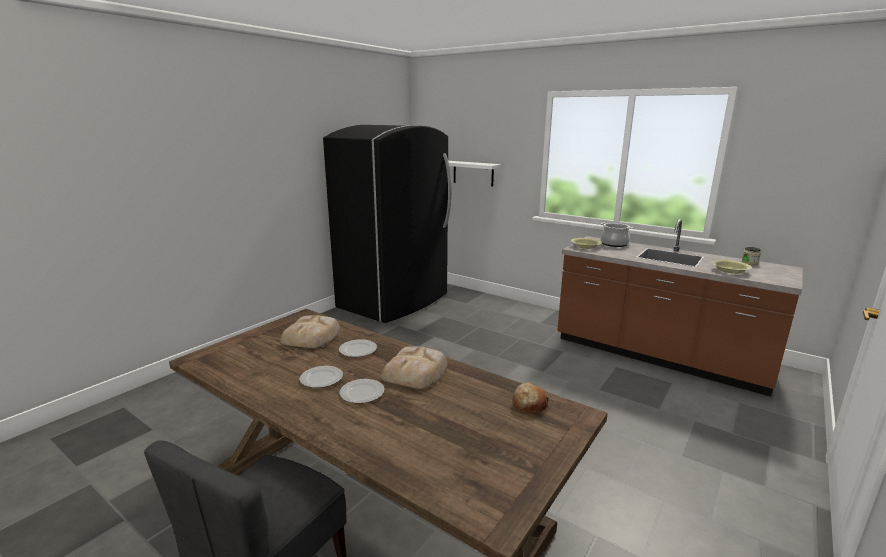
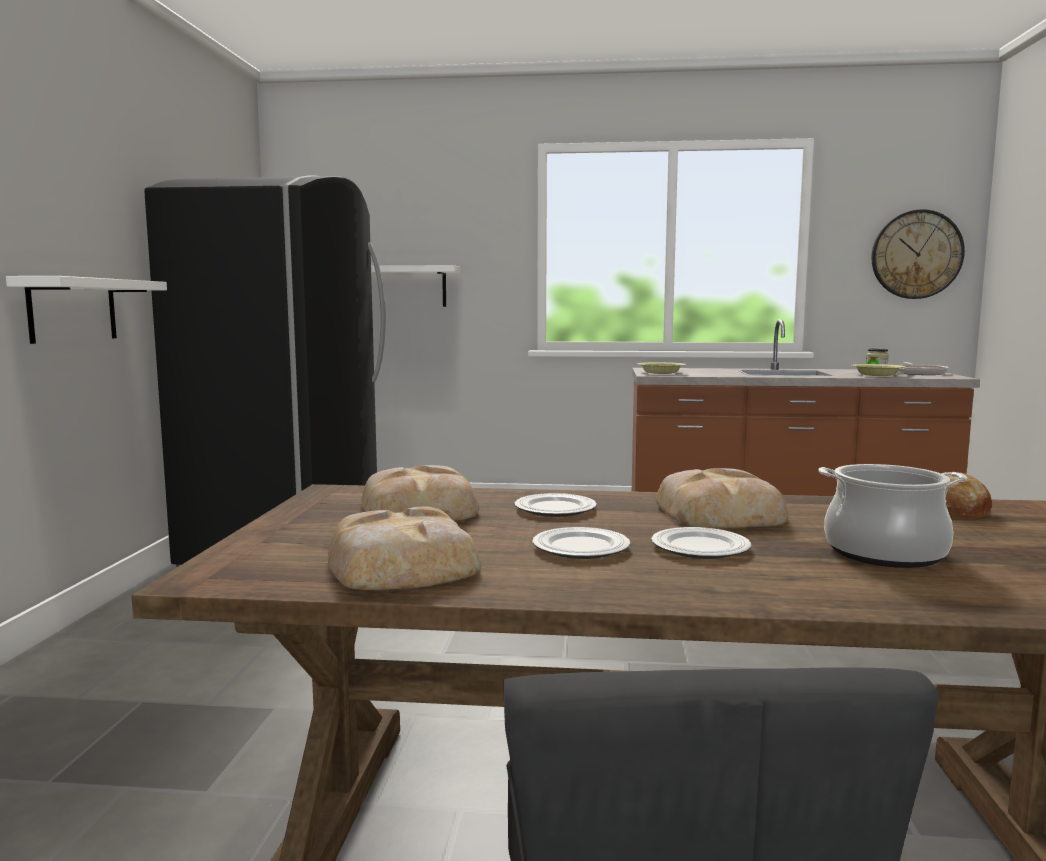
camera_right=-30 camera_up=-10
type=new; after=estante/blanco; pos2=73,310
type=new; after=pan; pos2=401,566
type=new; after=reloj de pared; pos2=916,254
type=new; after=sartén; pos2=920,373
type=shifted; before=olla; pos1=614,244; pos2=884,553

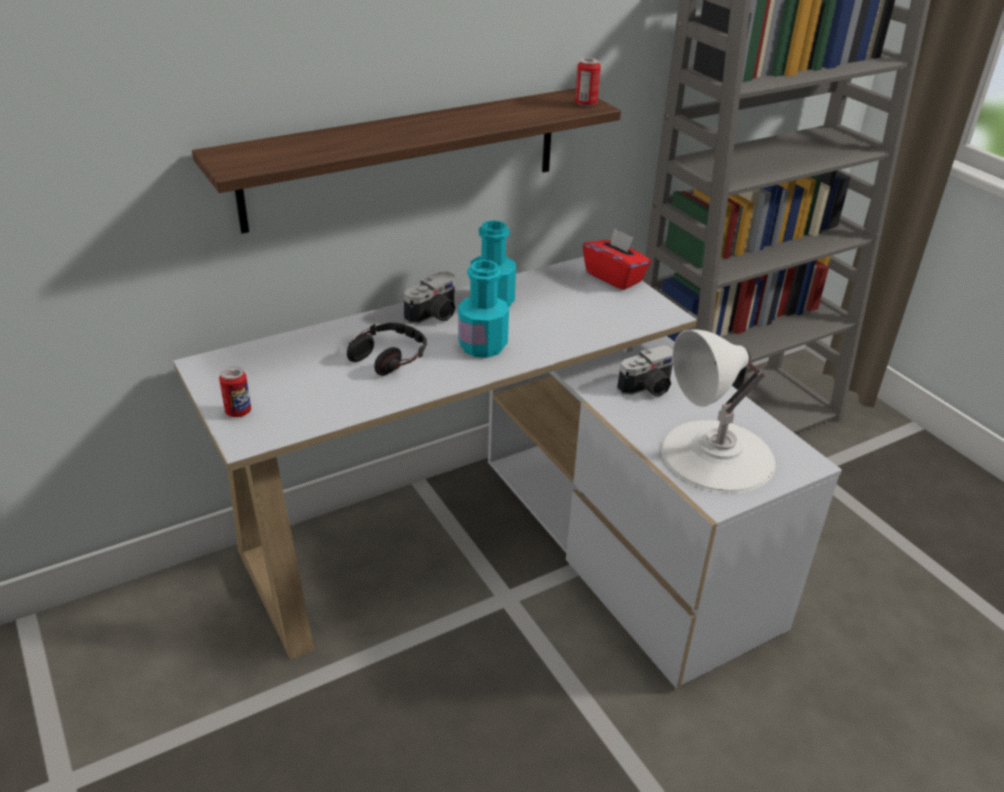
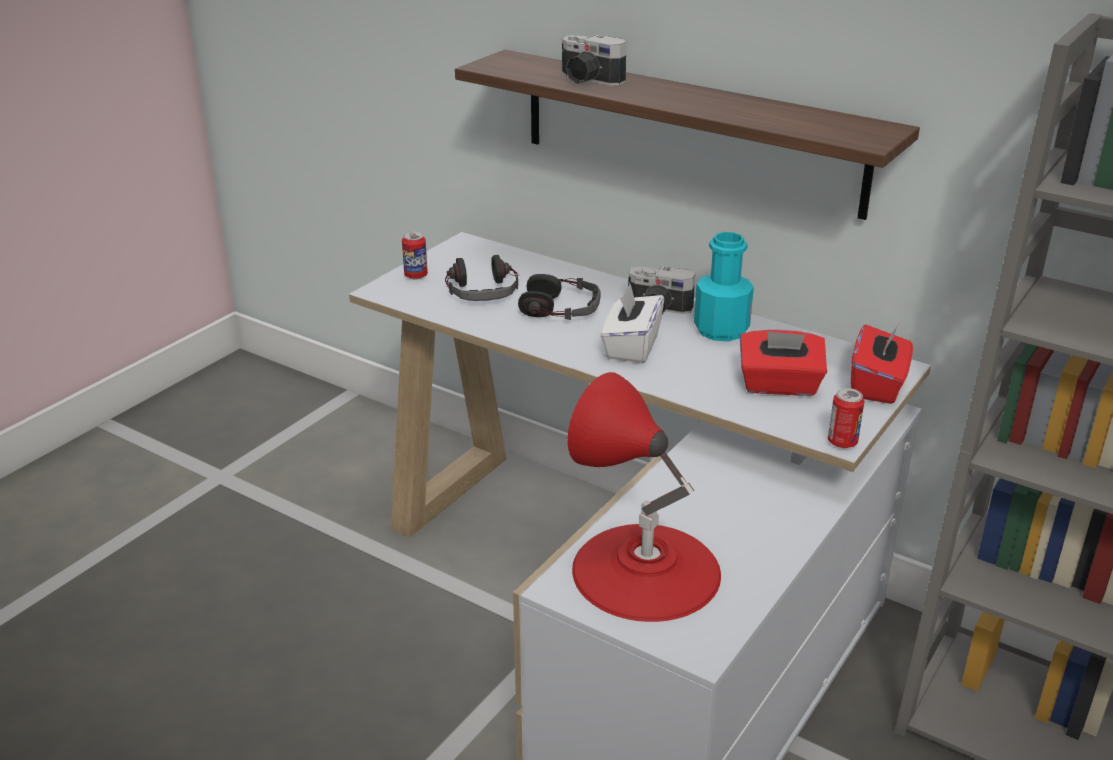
camera_right=65 camera_up=-5
type=new; after=auriculares; pos2=483,290
type=new; after=caja de pañuelos/rojo; pos2=779,385
type=shifted; before=lata; pos1=585,104; pos2=842,442
type=shifted; before=cámara; pos1=648,388; pos2=588,80
type=swapped; before=botella/turquesa; after=caja de pañuelos/blanco; pos1=482,346; pos2=631,347
type=repainted; before=lámpara de mesa/blanco; after=lámpara de mesa/rojo; pos1=717,455; pos2=645,571

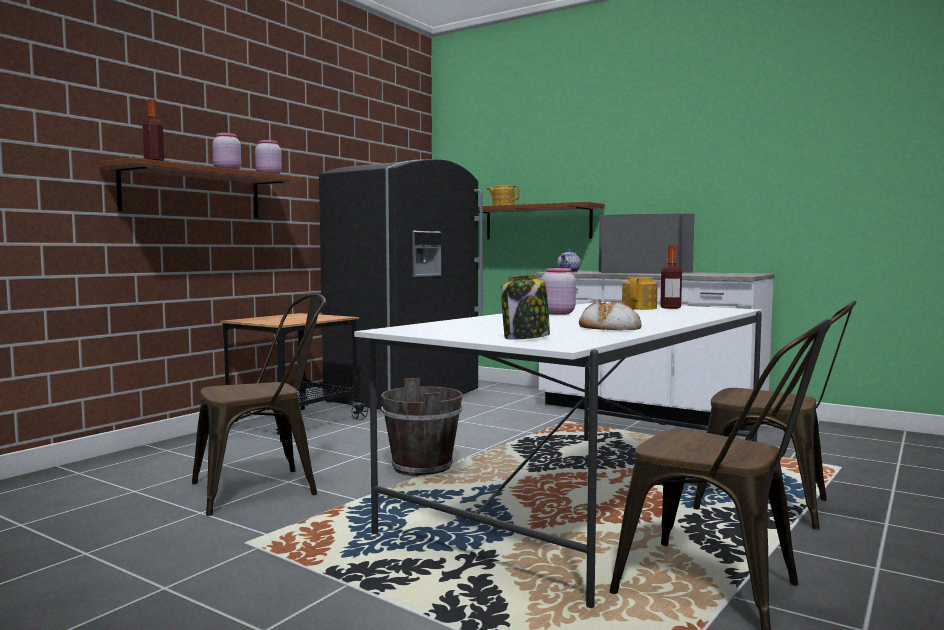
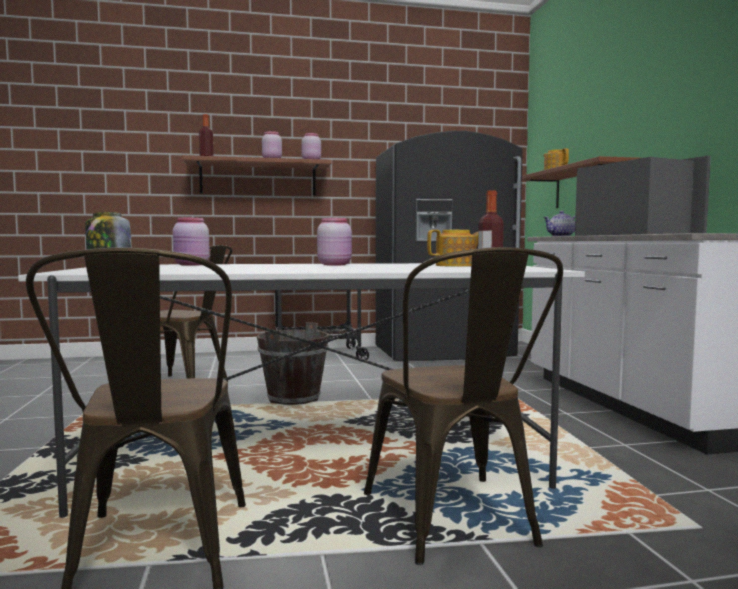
camera_right=45 camera_up=0
type=gone; before=pan; pos1=609,327
type=new; after=tarro/rosa; pos2=191,265

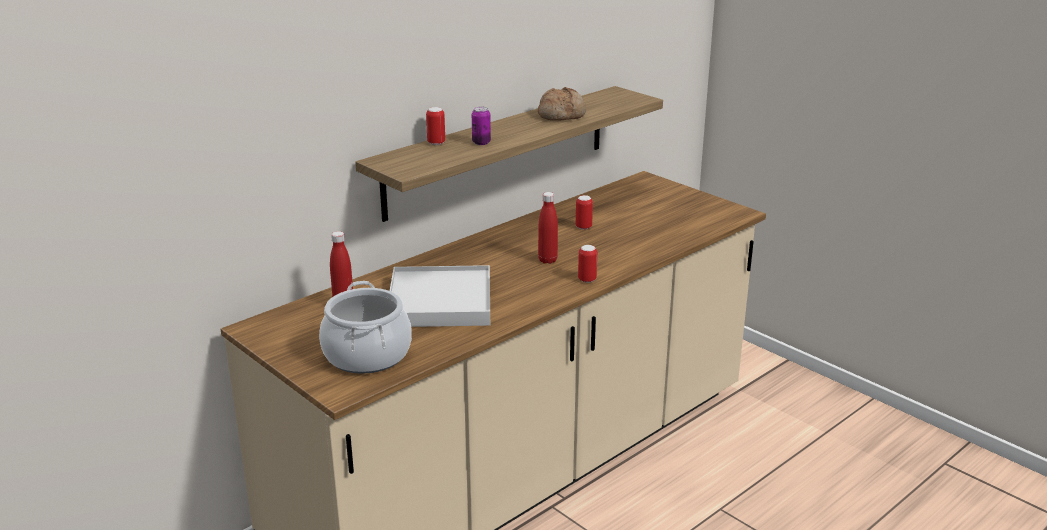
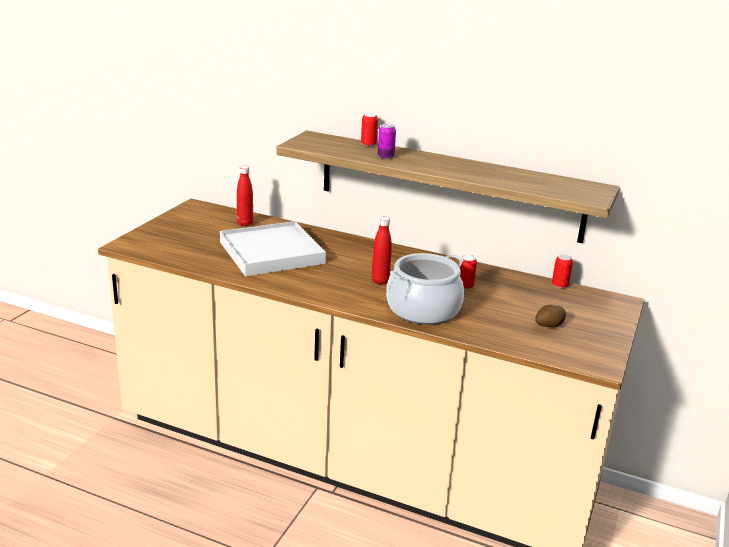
camera_right=65 camera_up=0
type=gone; before=pan; pos1=561,115
type=new; after=patata; pos2=548,326
type=shifted; before=olla; pos1=367,355; pos2=423,309
type=shifted; before=lata; pos1=587,280; pos2=559,286

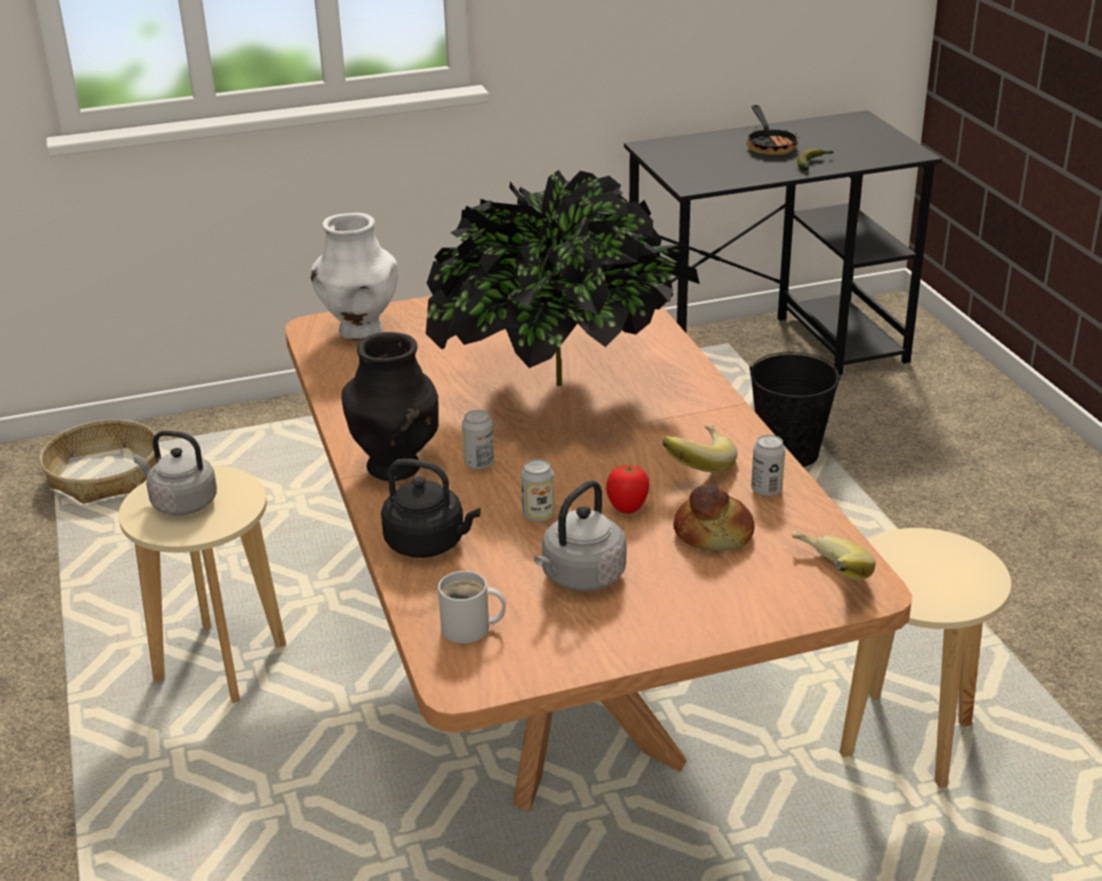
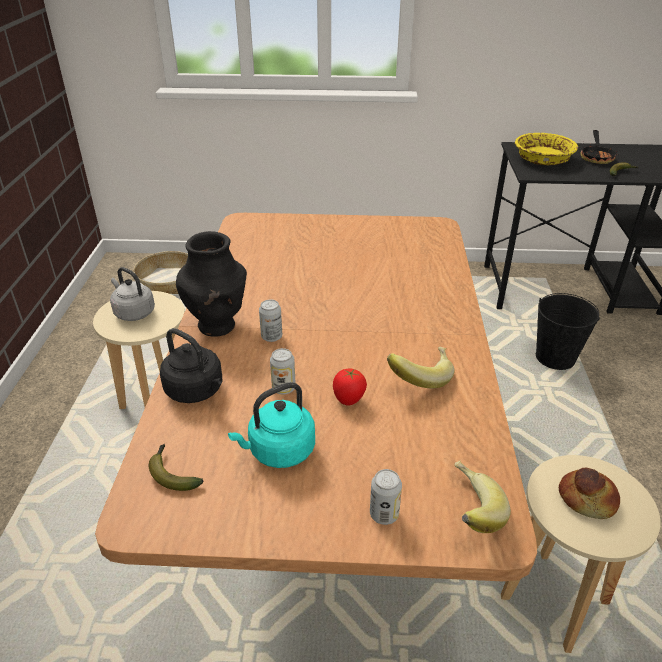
camera_right=20 camera_up=5
type=gone; before=florero/blanco; pos1=360,330
type=gone; before=planta en maceta; pos1=561,388
type=new; after=cuenco/amarillo; pos2=543,159
type=shifted; before=pan; pos1=714,533; pos2=587,498
type=shifted; before=lata; pos1=766,490; pos2=384,514
type=swapped; before=taza grande/blanco; after=plátano; pos1=470,629; pos2=172,473
type=repainted; before=hervidor/gris; after=hervidor/turquesa; pos1=580,578; pos2=278,451

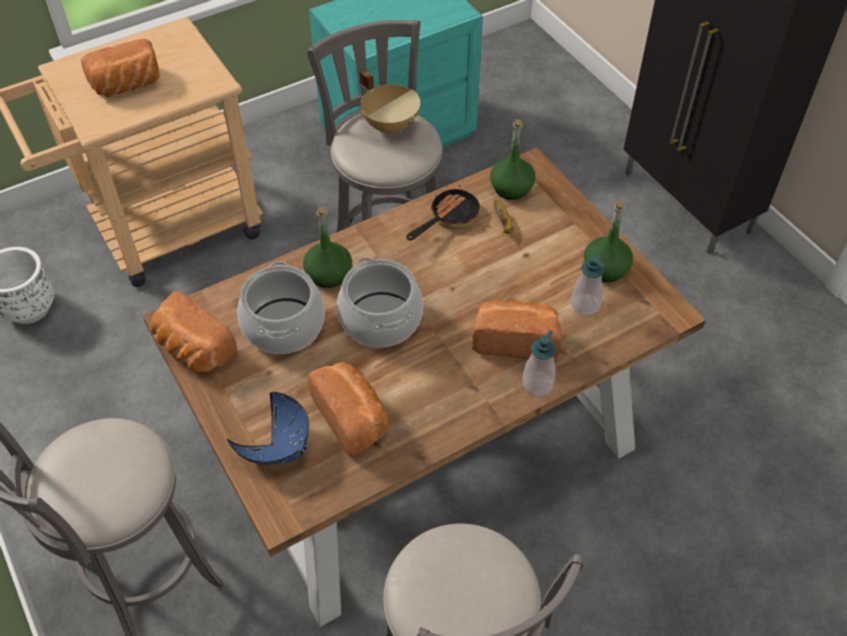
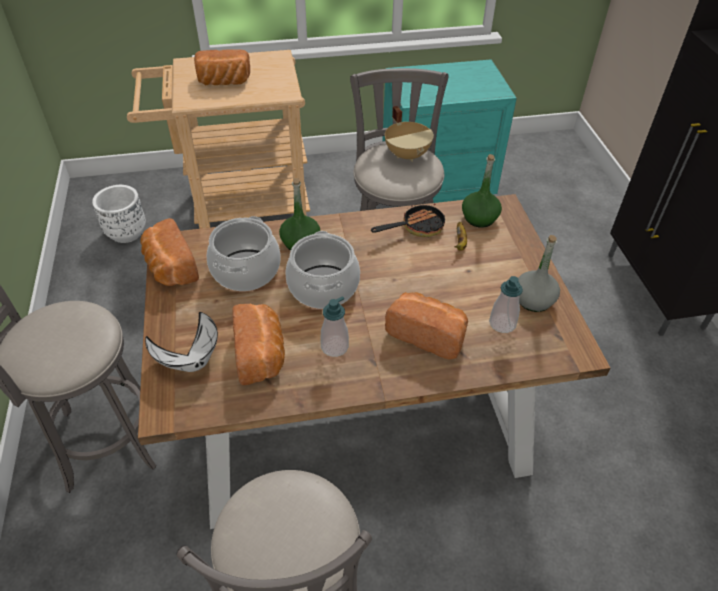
camera_right=20 camera_up=-5
type=shifted; before=dispensador de jabón; pos1=537,384; pos2=334,346
type=repainted; before=cuenco/azul; after=cuenco/blanco; pos1=279,448; pos2=191,360
type=repainted; before=botella/verde; after=botella/gris; pos1=606,269; pos2=534,300

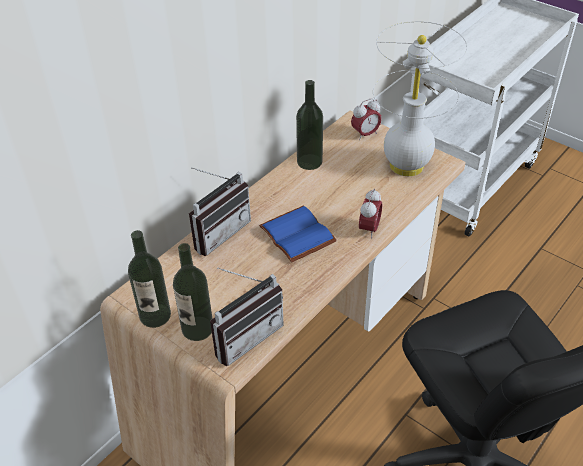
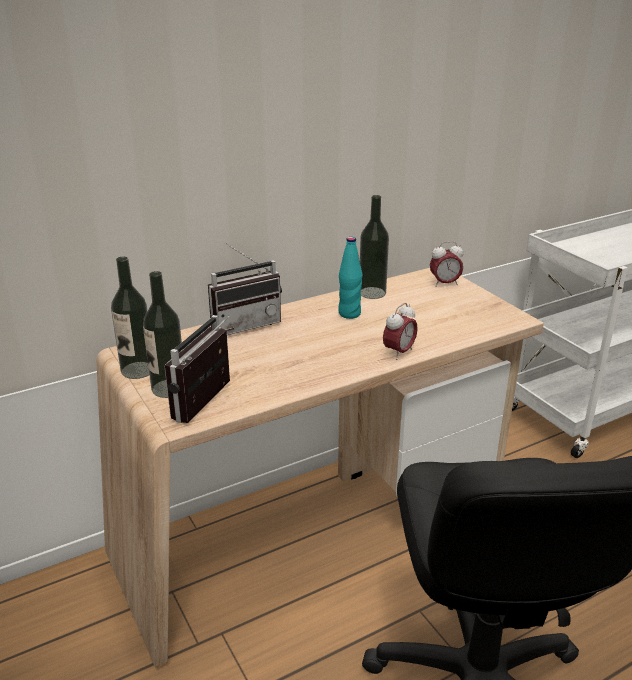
camera_right=20 camera_up=-15
type=gone; before=libro/azul; pos1=299,235
type=gone; before=lámpara de mesa/blanco; pos1=407,165
type=new; after=botella/turquesa; pos2=349,314
type=rotated; before=radio; pos1=244,335; pos2=210,404; turn=135

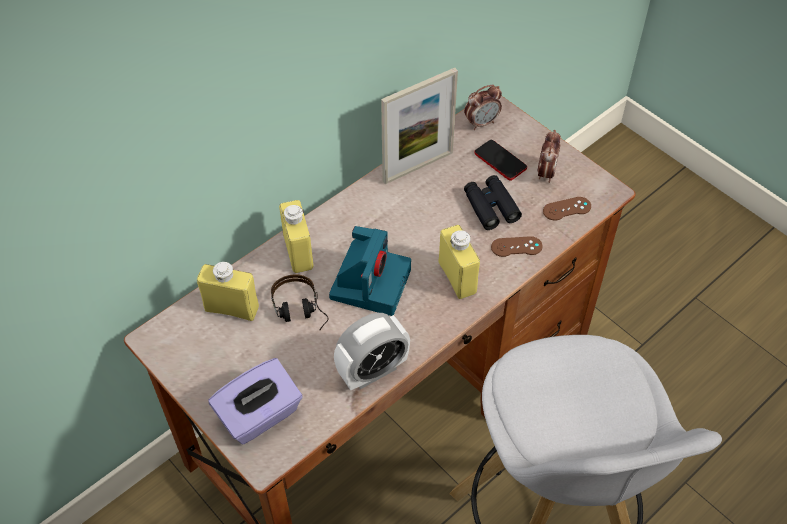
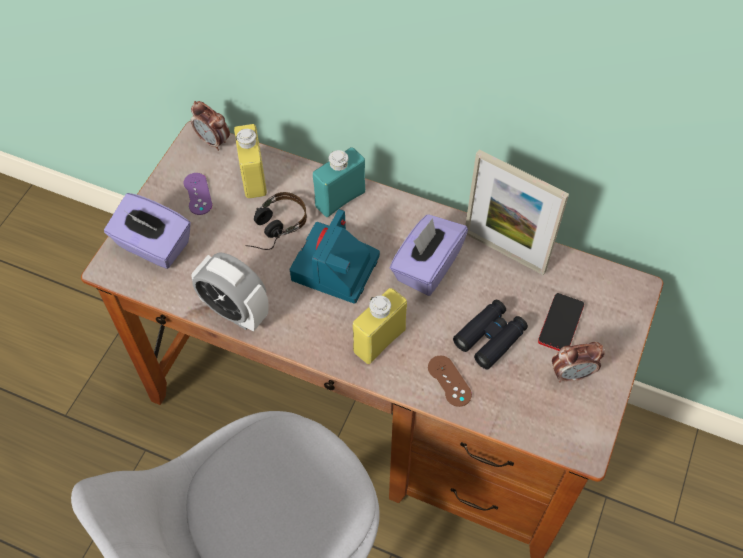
camera_right=65 camera_up=5
type=gone; before=mando de consola/marrón; pos1=567,209
type=new; after=mando de consola/morado; pos2=197,194
type=new; after=caja de pañuelos/morado; pos2=426,267
type=shifted; before=despertador; pos1=481,123; pos2=213,141
type=repainted; before=botella/amarillo; after=botella/turquesa; pos1=298,252; pos2=340,199
type=rotated; before=cámara; pos1=370,282; pos2=335,269; turn=120

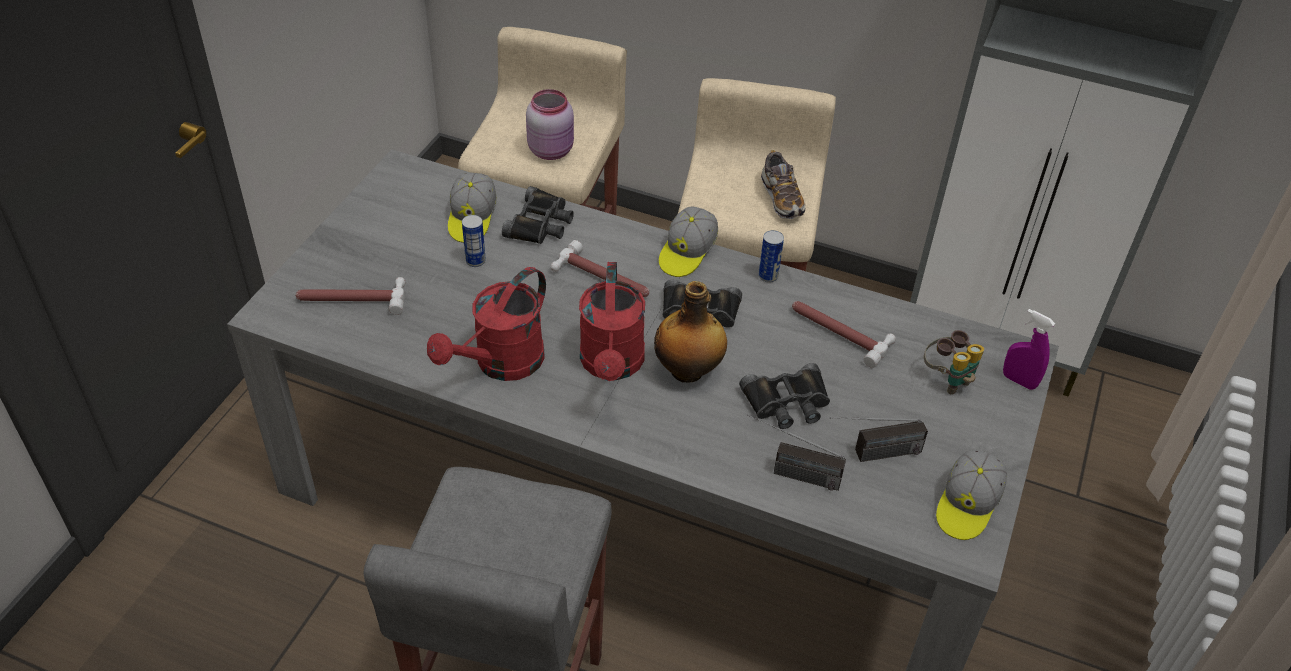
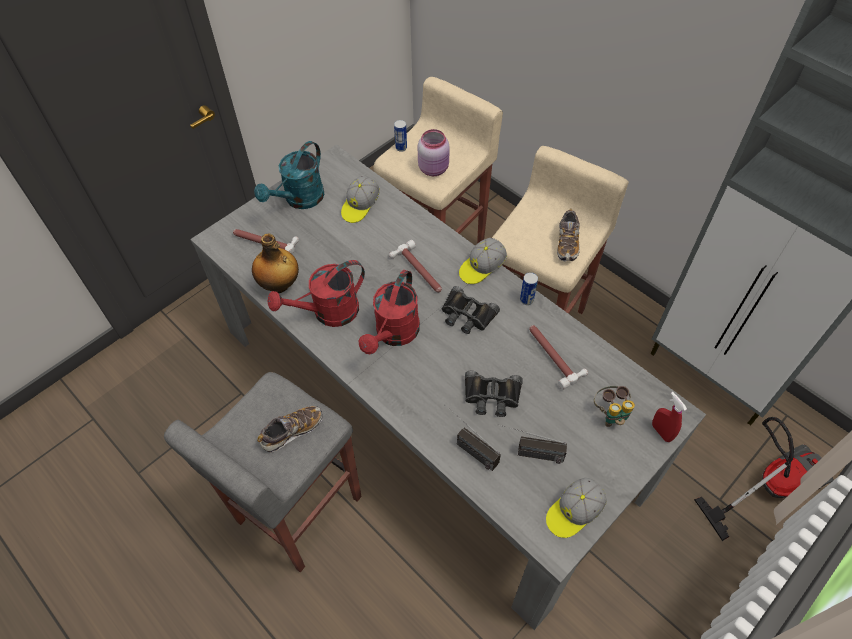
camera_right=25 camera_up=10
type=gone; before=prismáticos/negro; pos1=540,223
type=new; after=regadera/turquesa; pos2=299,200
type=new; after=zapato; pos2=292,431
type=new; after=aspiradora; pos2=768,484
type=shifted; before=lata; pos1=475,261; pos2=401,147
type=shifted; before=botella; pos1=688,371; pos2=279,285
type=repainted; before=pulverizador/morado; after=pulverizador/rojo; pos1=1019,381; pos2=661,432

